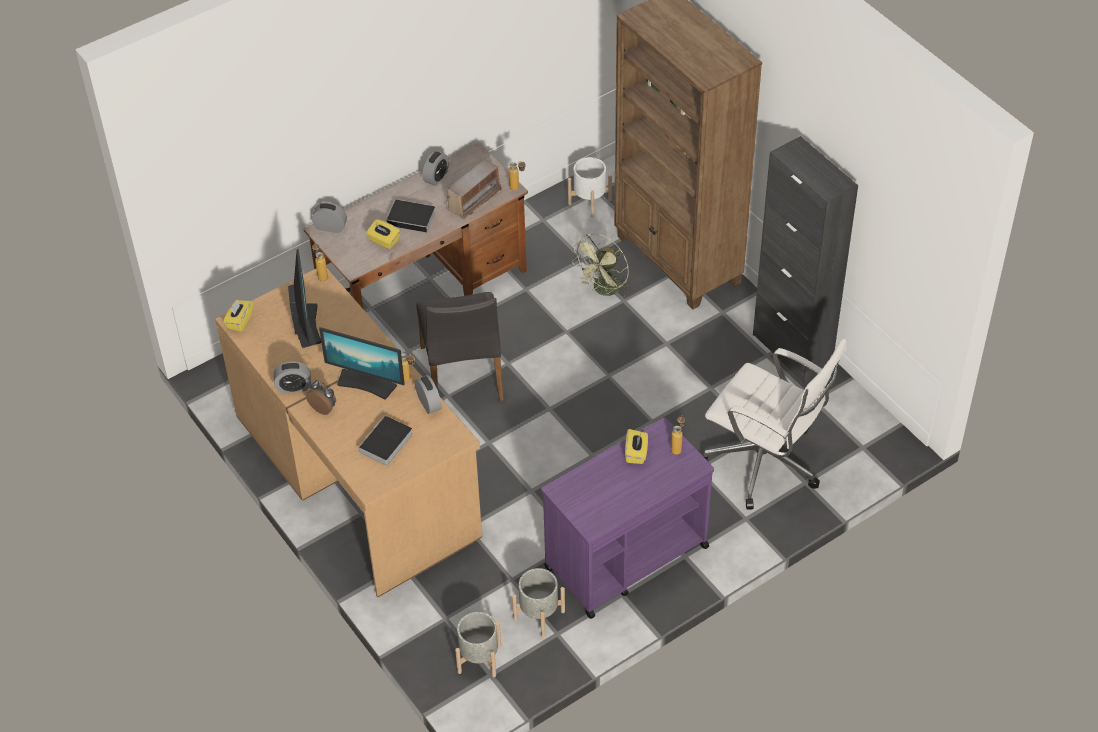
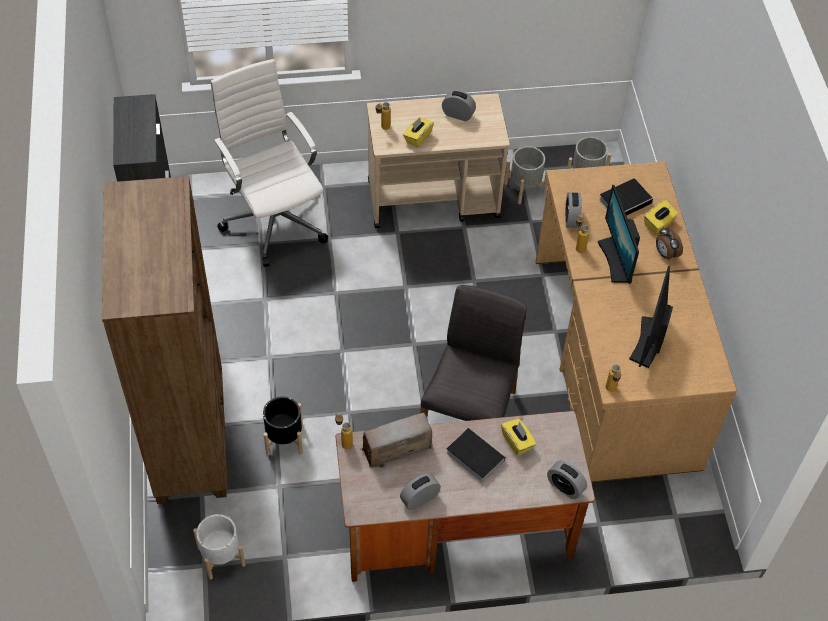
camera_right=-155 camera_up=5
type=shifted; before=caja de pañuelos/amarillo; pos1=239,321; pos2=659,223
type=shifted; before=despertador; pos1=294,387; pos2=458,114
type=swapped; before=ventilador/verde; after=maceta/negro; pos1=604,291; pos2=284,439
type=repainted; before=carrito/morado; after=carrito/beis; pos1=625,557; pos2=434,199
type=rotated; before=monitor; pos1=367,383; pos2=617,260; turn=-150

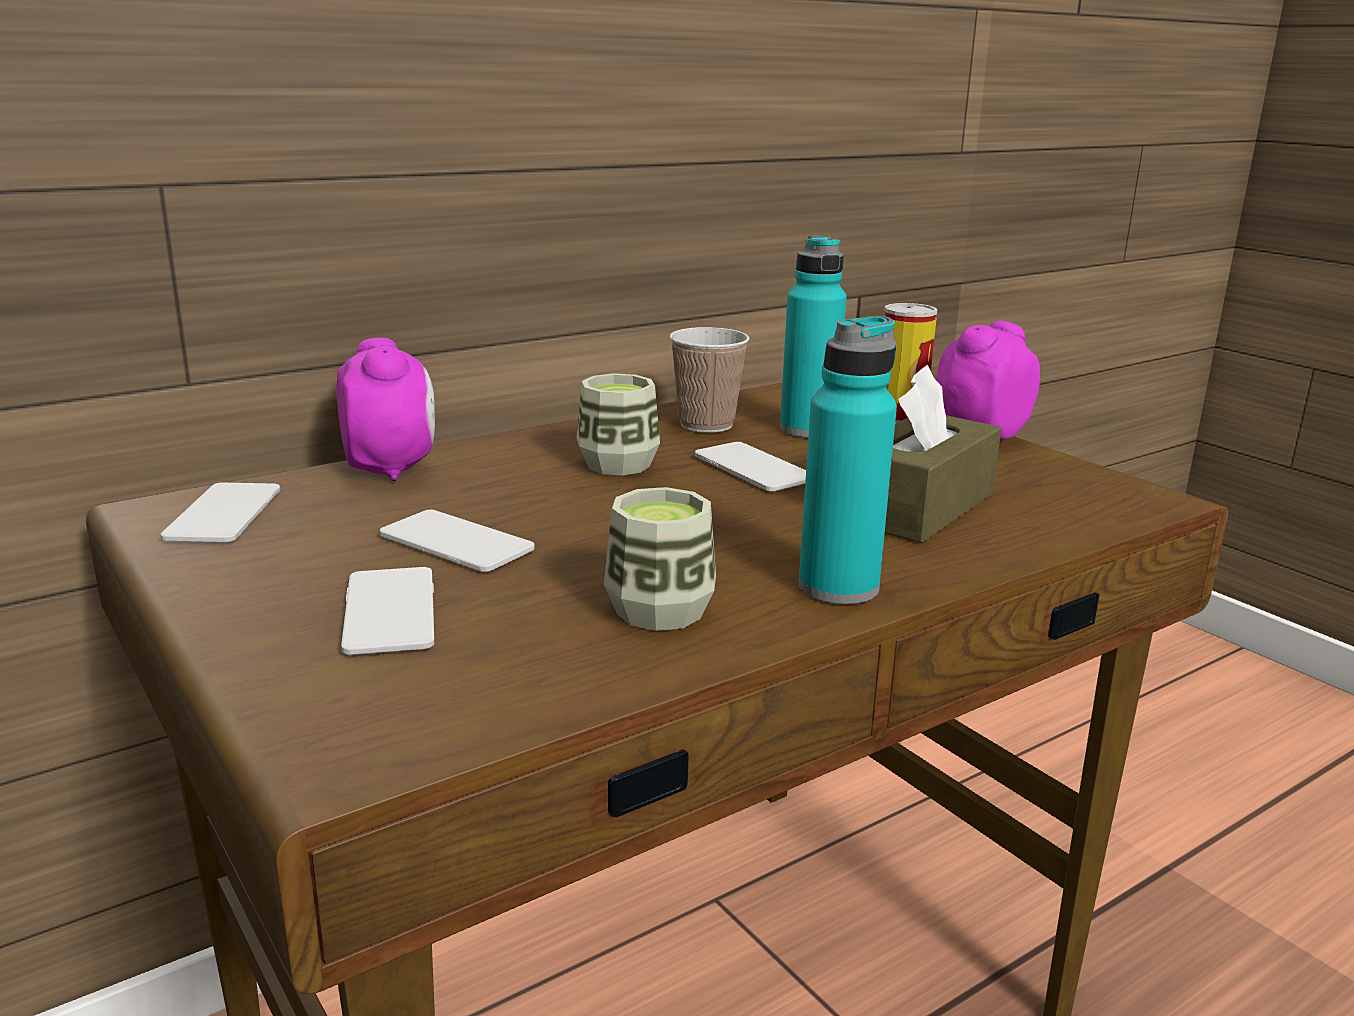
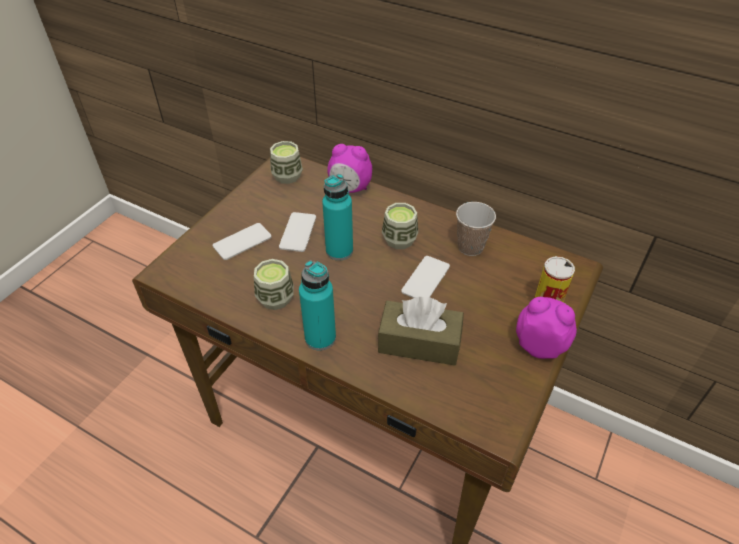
camera_right=65 camera_up=25
type=shifted; before=botella/turquesa; pos1=808,429; pos2=339,251
type=swapped; before=móvil; after=taza; pos1=224,515; pos2=287,176
type=rotated; before=despertador; pos1=391,469; pos2=350,188; turn=60

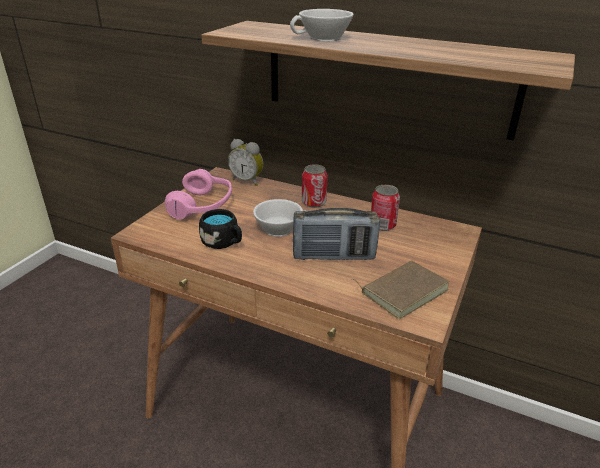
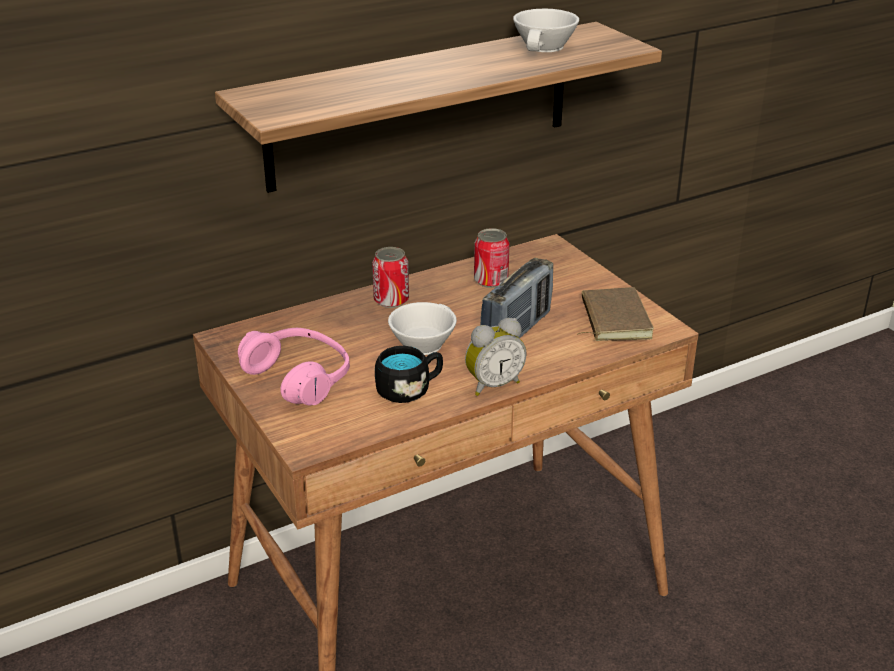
camera_right=-55 camera_up=0
type=shifted; before=despertador; pos1=247,181; pos2=493,384
type=shifted; before=taza/blanco; pos1=324,38; pos2=546,47

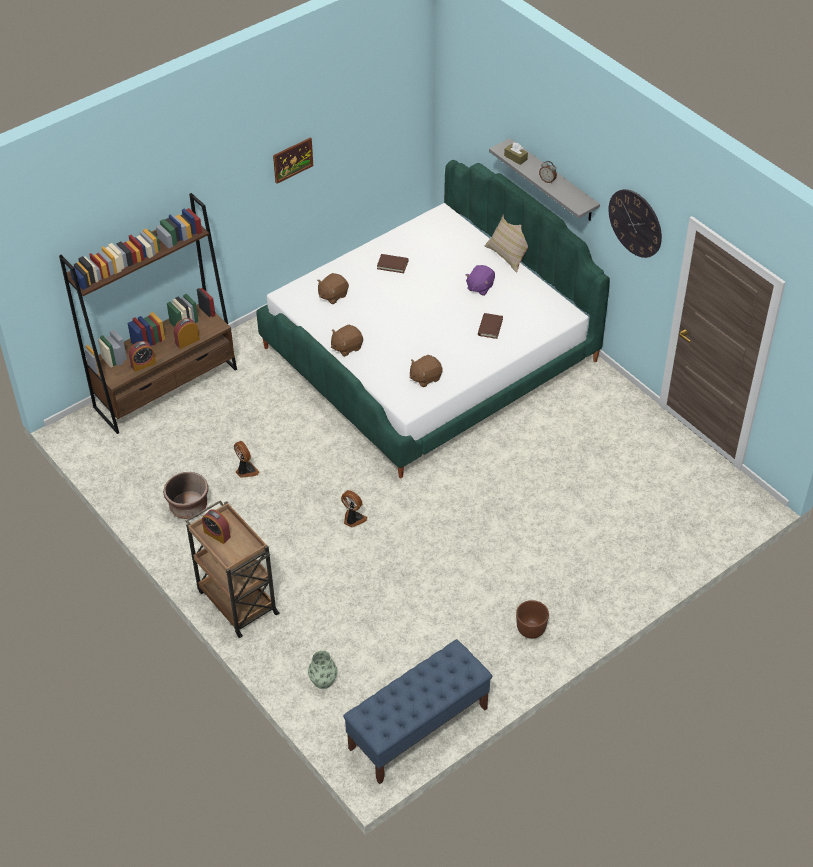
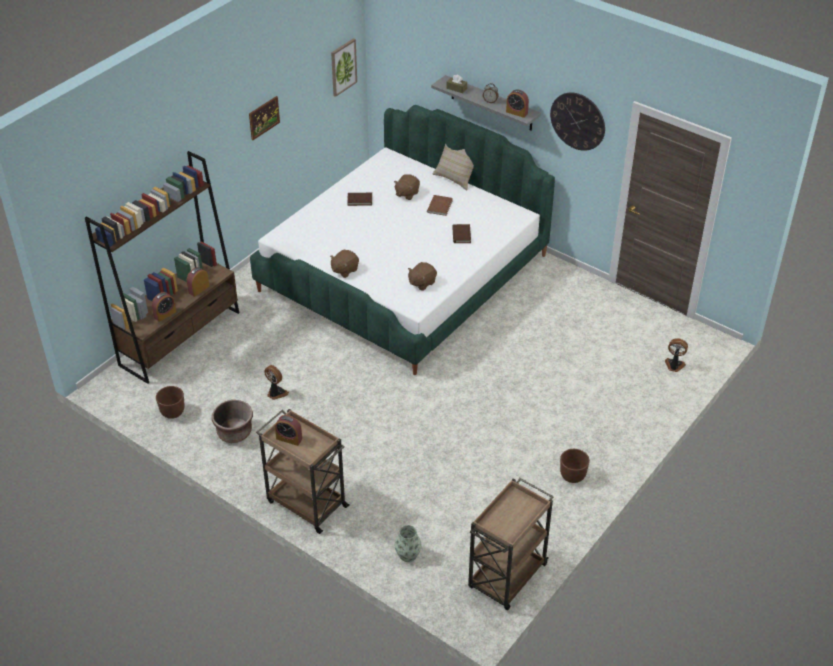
camera_right=-15 camera_up=-5
type=new; after=maceta/marrón; pos2=172,412
type=new; after=cuadro; pos2=343,67
type=new; after=despertador; pos2=516,112
type=shifted; before=peluche/marrón; pos1=333,295; pos2=407,194
type=shifted; before=ventilador; pos1=353,519; pos2=674,366
type=swapped; before=banco/azul; after=carrito/marrón; pos1=418,728; pos2=506,577
type=swapped; before=peluche/morado; after=libro/marrón; pos1=480,287; pos2=440,206

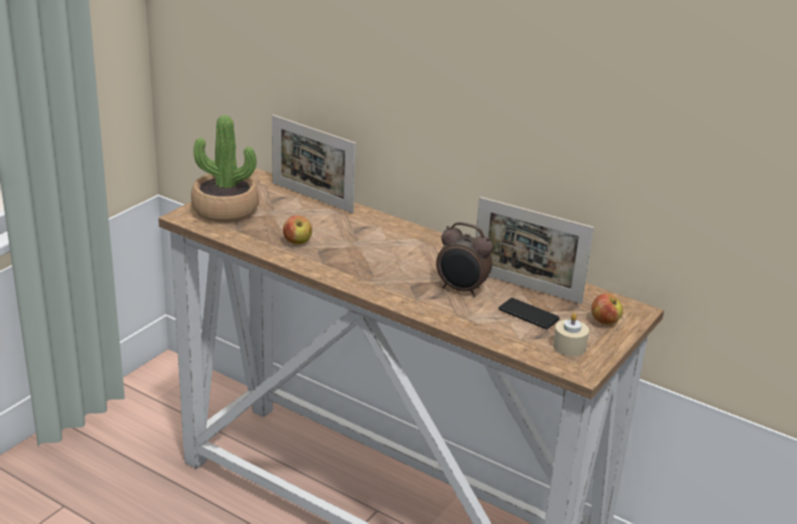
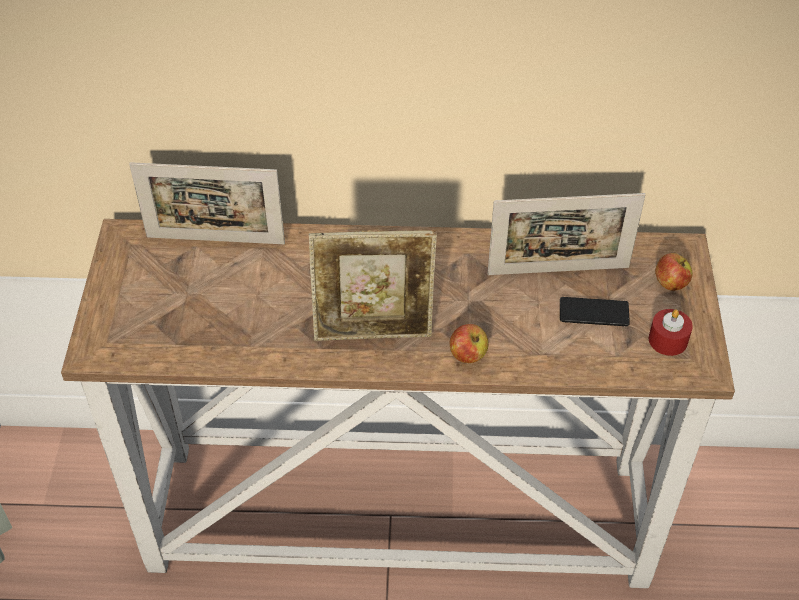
camera_right=-30 camera_up=20
type=gone; before=planta en maceta; pos1=225,210
type=gone; before=despertador; pos1=461,290
type=new; after=portarretratos; pos2=374,333
type=shifted; before=manzana; pos1=297,242; pos2=468,355
type=repainted; before=vela/beis; after=vela/rojo; pos1=569,346; pos2=668,340

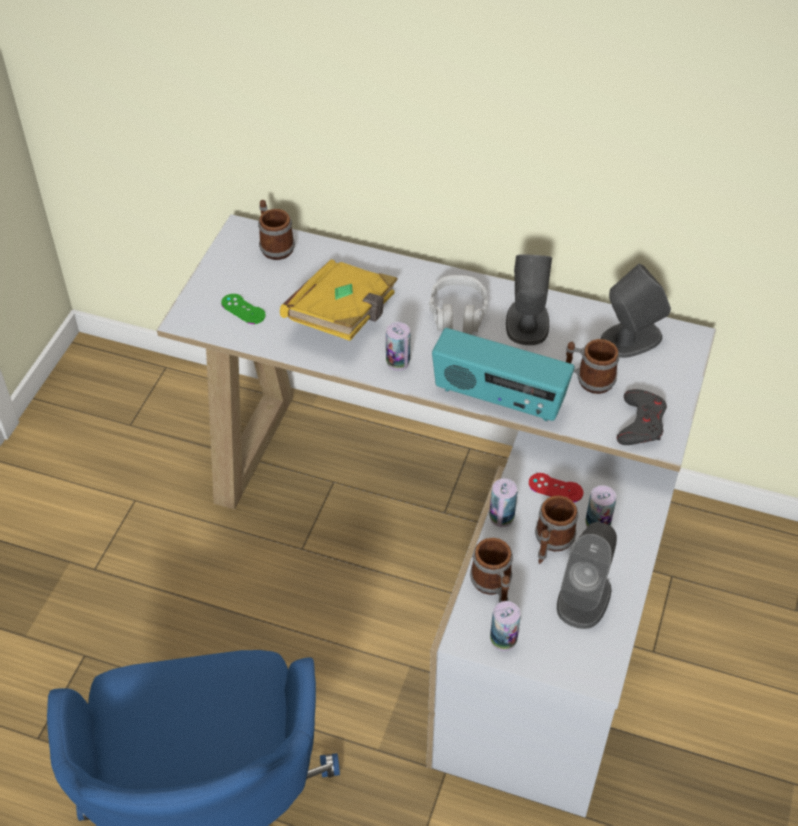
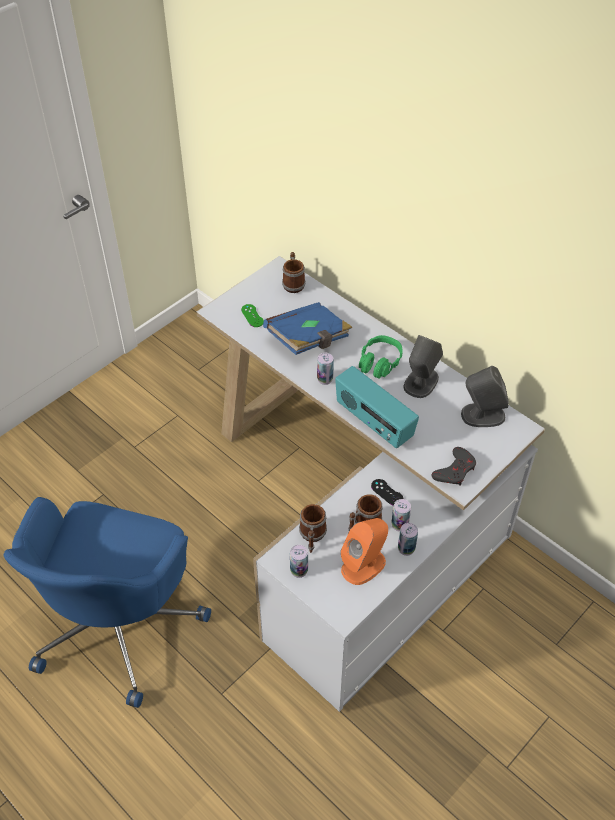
camera_right=25 camera_up=0
type=gone; before=taza grande; pos1=588,379
type=shifted; before=lata; pos1=501,517; pos2=406,548
type=repainted; before=libro/amarillo; after=libro/azul; pos1=343,316; pos2=308,340
type=repainted; before=auriculares/gris; after=auriculares/verde; pos1=458,315; pos2=379,363
type=repainted; before=mando de consola/rojo; after=mando de consola/negro; pos1=555,488; pos2=387,492
type=repainted; before=altavoz/gris; after=altavoz/naranja; pos1=584,597; pos2=364,565

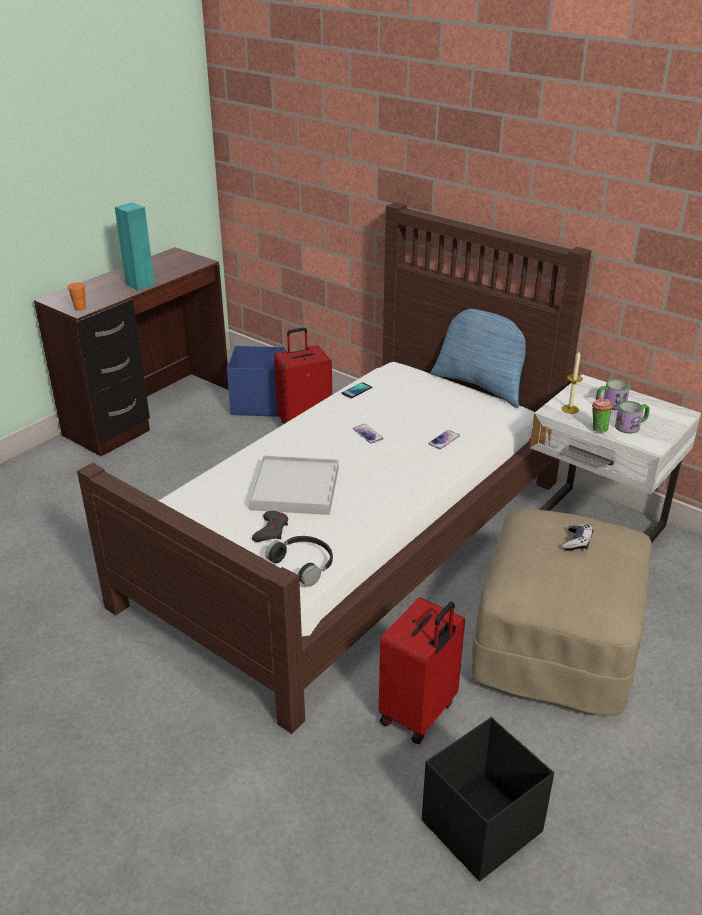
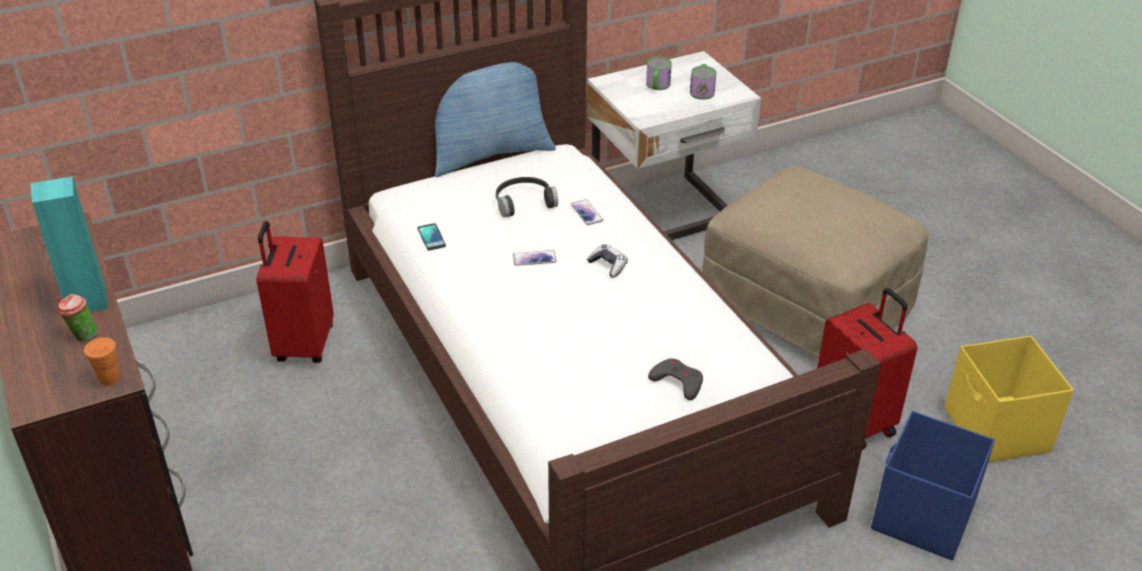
camera_right=-65 camera_up=5
type=gone; before=bandeja/blanco; pos1=295,489
type=gone; before=vela; pos1=570,409
type=shifted; before=caja de almacenaje/azul; pos1=258,404; pos2=922,516
type=shifted; before=auriculares/negro; pos1=304,564; pos2=524,202
type=shifted; before=mando de consola; pos1=577,542; pos2=608,265
type=shifted; before=taza; pos1=598,429; pos2=82,336
type=repainted; before=caja de almacenaje/negro; after=caja de almacenaje/amarillo; pos1=479,827; pos2=996,431

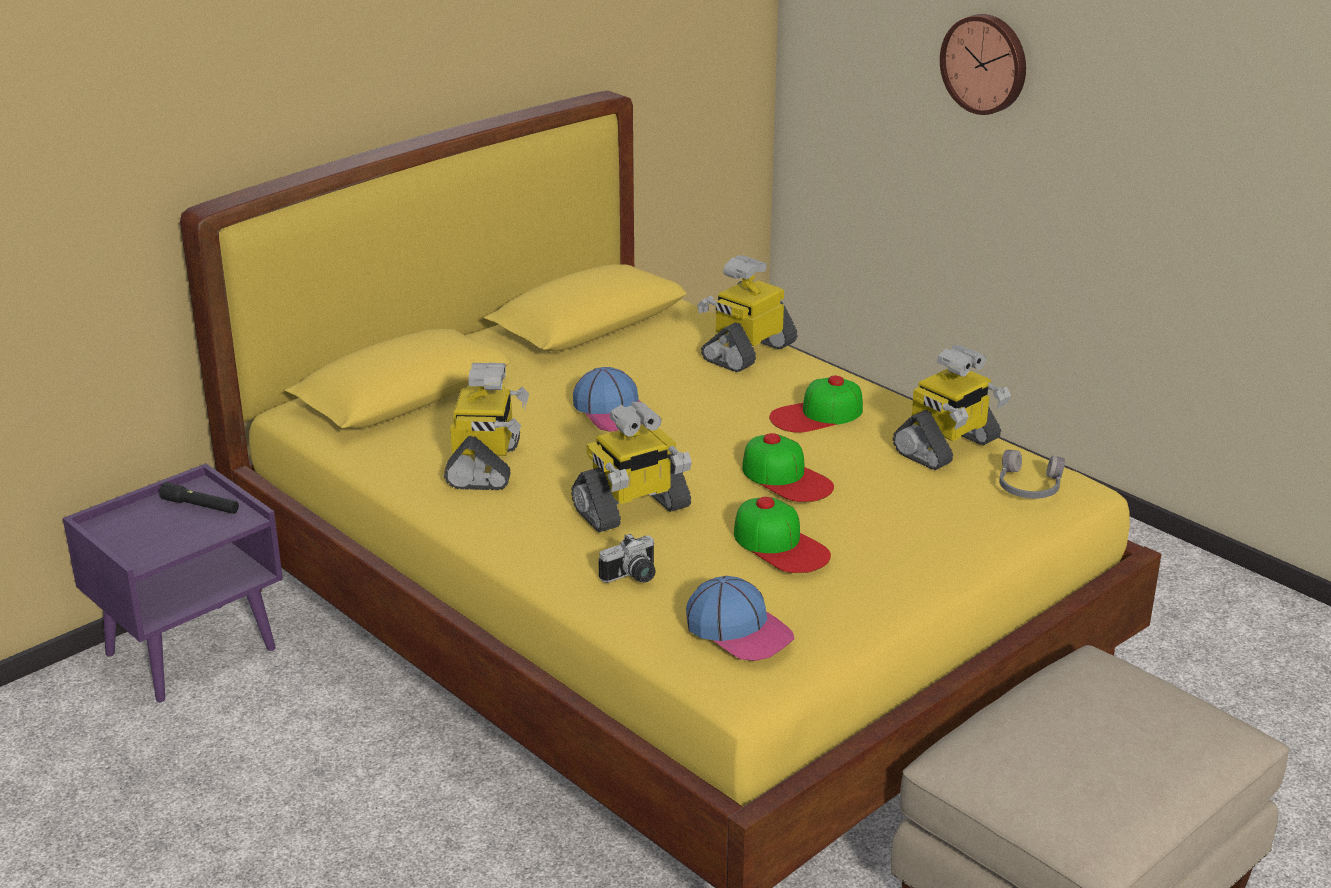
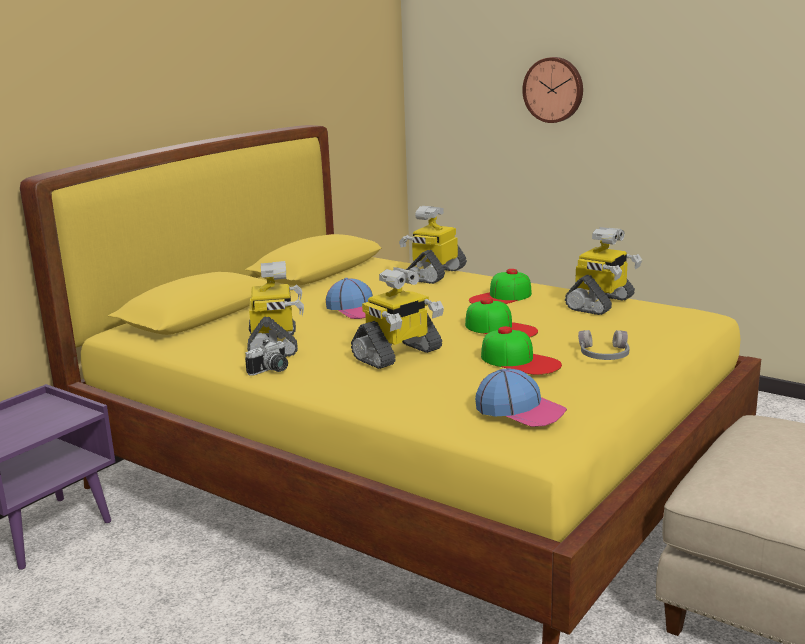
camera_right=-10 camera_up=-10
type=gone; before=linterna/negro; pos1=200,506
type=shifted; before=cámara; pos1=633,577; pos2=272,371
type=shifted; before=auriculares/gris; pos1=1028,487; pos2=603,355

